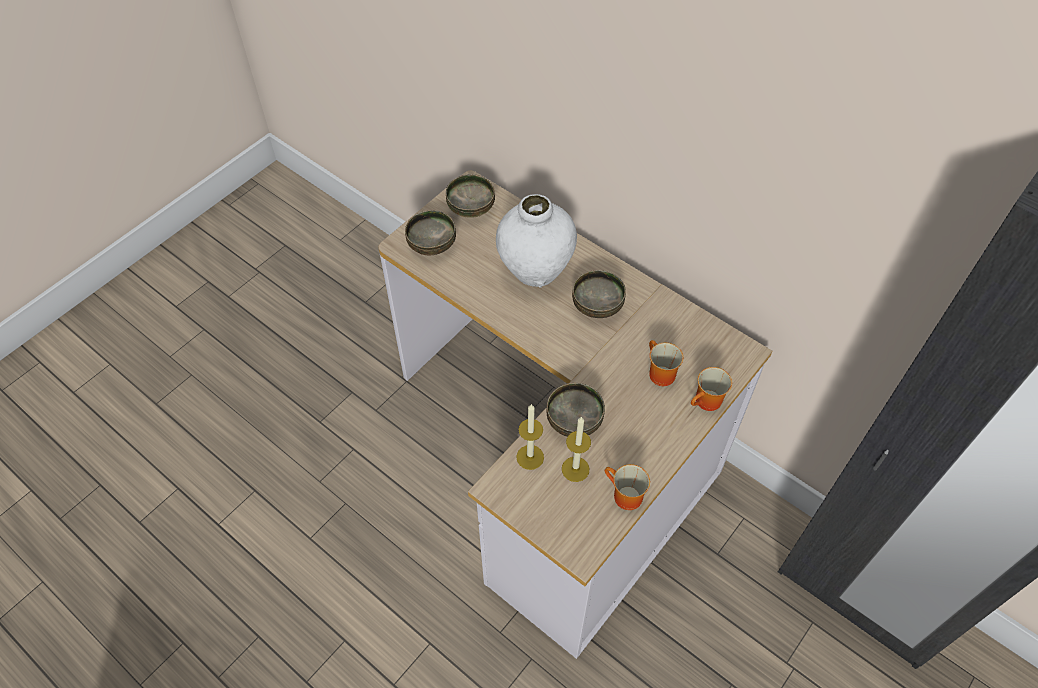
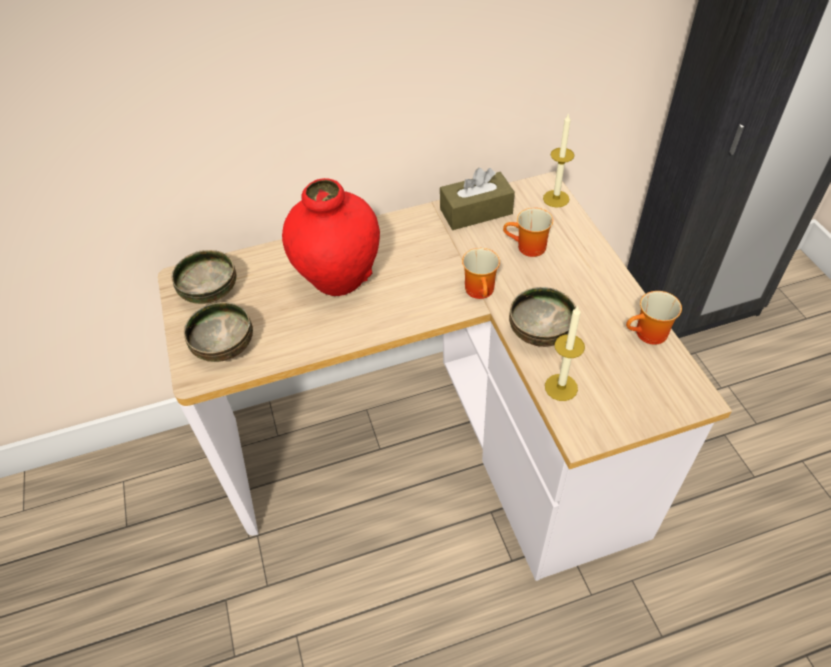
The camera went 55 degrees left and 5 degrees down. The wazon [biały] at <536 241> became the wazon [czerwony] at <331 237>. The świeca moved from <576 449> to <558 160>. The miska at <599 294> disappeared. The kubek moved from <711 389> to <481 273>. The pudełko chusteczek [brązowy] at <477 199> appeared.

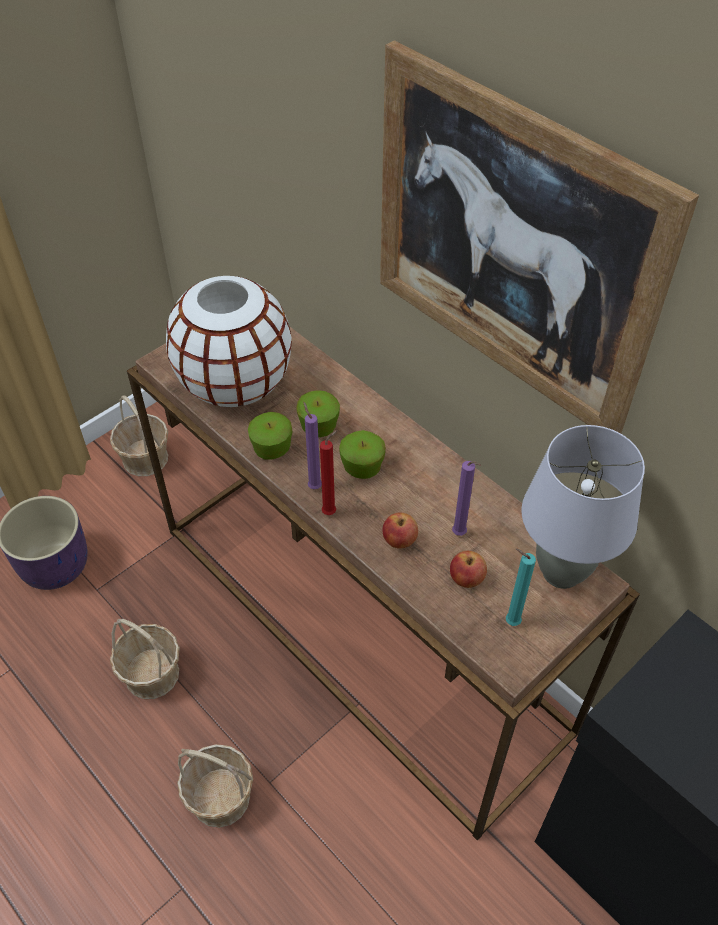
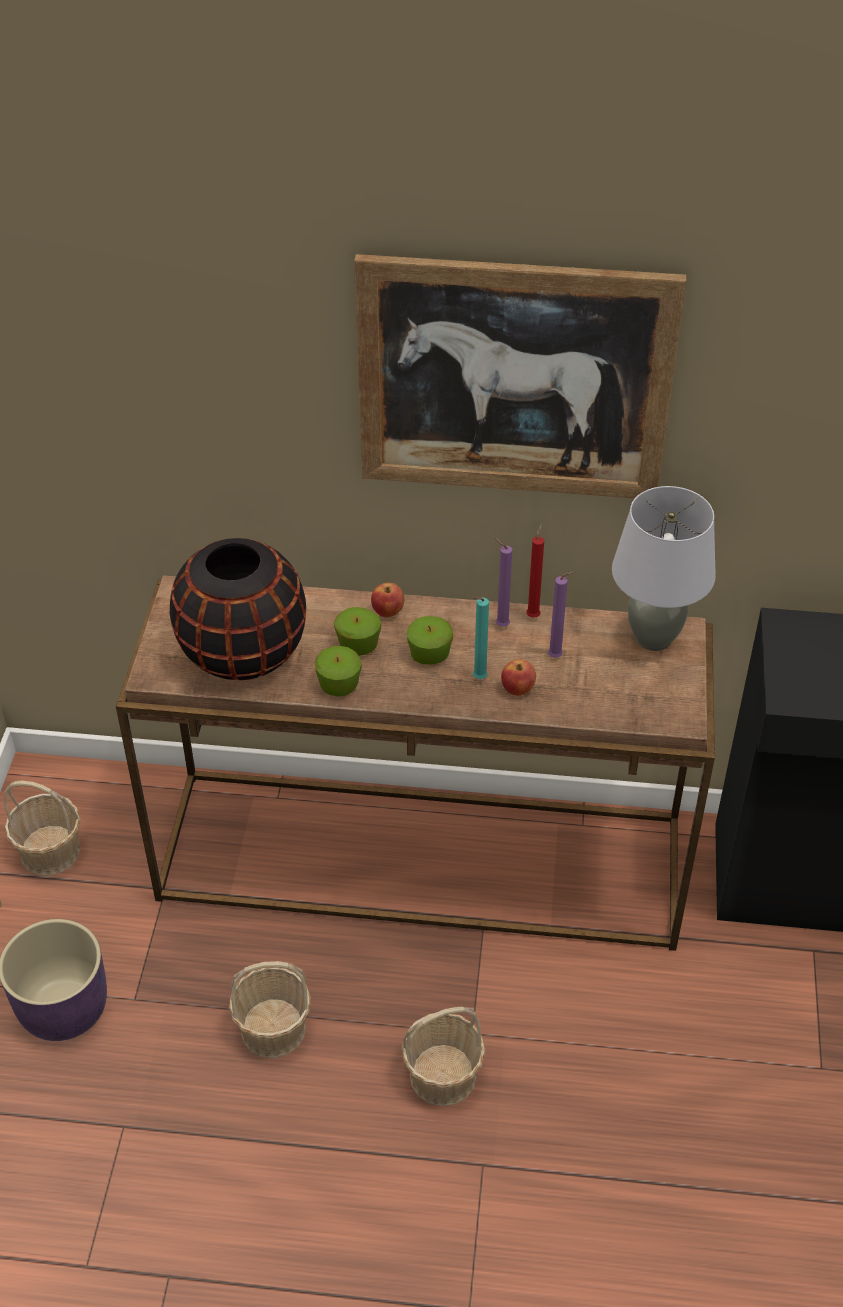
The camera went 40 degrees left and 5 degrees down. The wazon [biały] at <229 341> became the wazon [czarny] at <238 609>. The świeca [fioletowy] moved from <312 445> to <503 582>. The świeca [czerwony] moved from <328 472> to <535 570>. The jabłko moved from <468 569> to <387 600>. The świeca [turkusowy] moved from <521 587> to <480 637>.

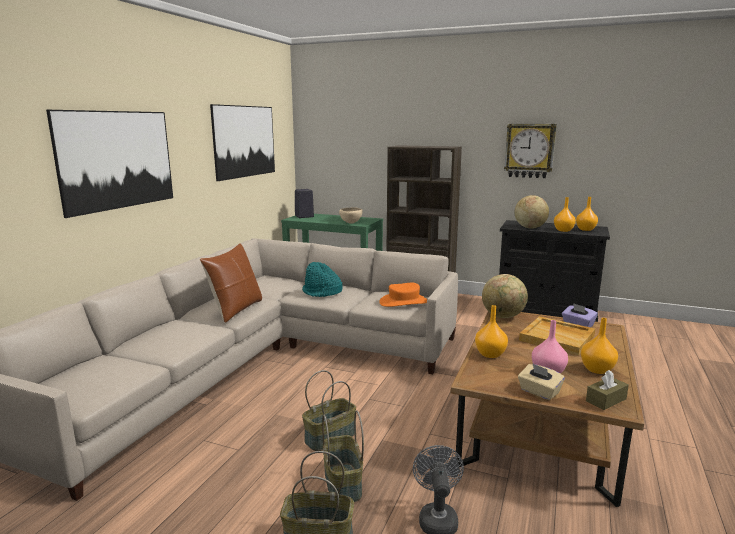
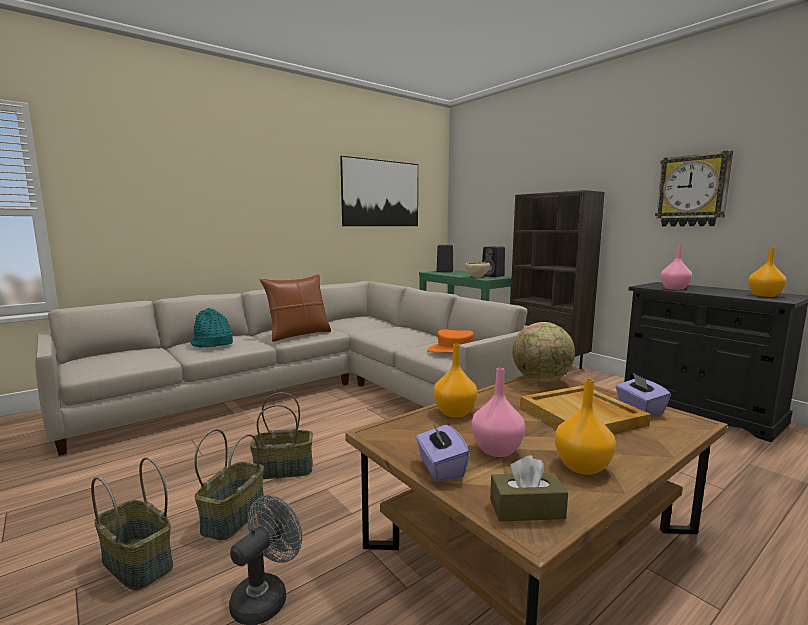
The camera went 30 degrees right and 5 degrees down. The obraz at <109 164> disappeared. The kapelusz [turkusowy] moved from <322 279> to <212 327>. The globus at <531 212> was replaced by the wazon [różowy] at <676 267>. The pudełko chusteczek [beżowy] at <541 381> became the pudełko chusteczek [fioletowy] at <443 452>. The wazon [pomarańczowy] at <565 214> disappeared. The głośnik [czarny] at <493 261> appeared.

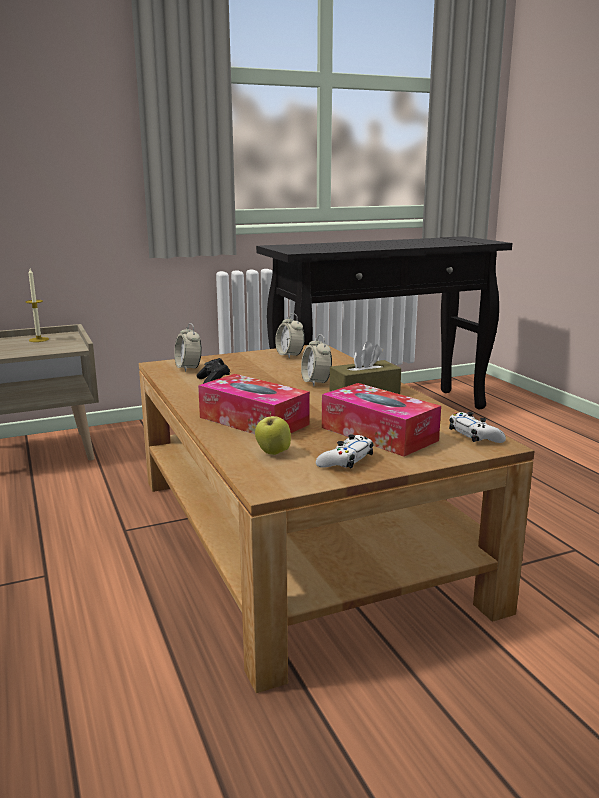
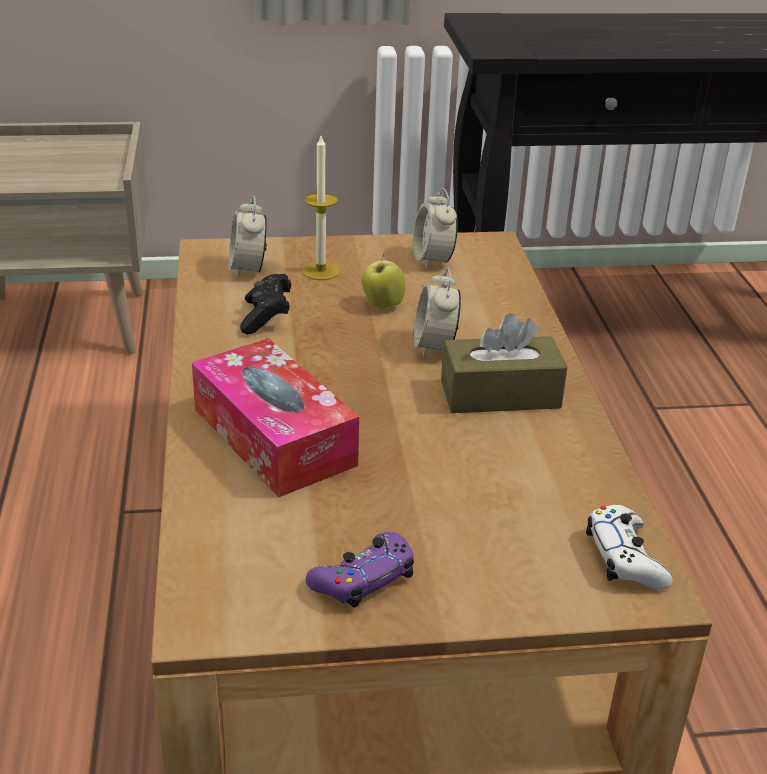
The camera went 15 degrees right and 15 degrees up. The świeca moved from <37 305> to <321 208>. The jabłko moved from <273 433> to <384 282>. The pad do gier [biały] at <344 451> became the pad do gier [fioletowy] at <360 570>. The pudełko chusteczek at <381 420> disappeared.

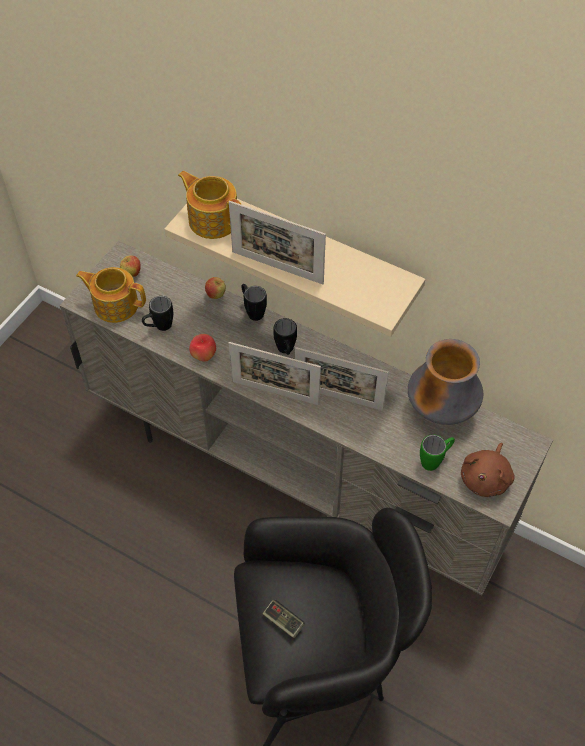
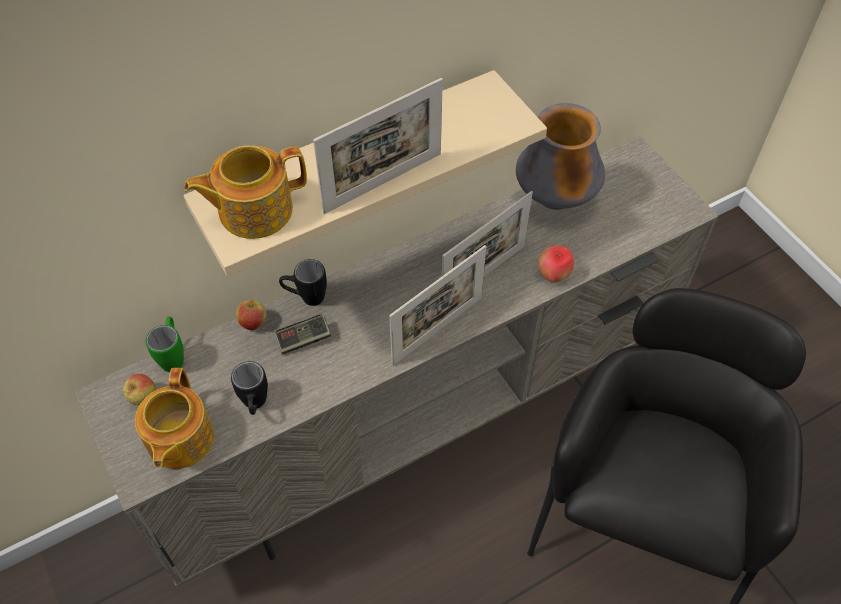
The camera went 60 degrees left and 0 degrees up. The imbryk at <111 295> turned 45 degrees counterclockwise. The jabłko moved from <202 348> to <556 264>. The pad do gier moved from <284 619> to <303 334>. The kubek [czarny] at <285 336> disappeared. The kubek [zielony] moved from <437 453> to <165 344>. The pluszak [brązowy] at <488 470> disappeared.

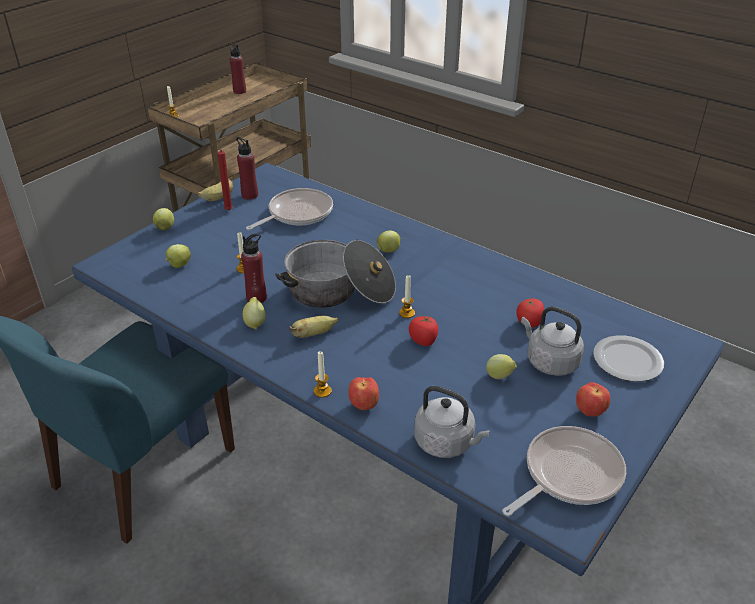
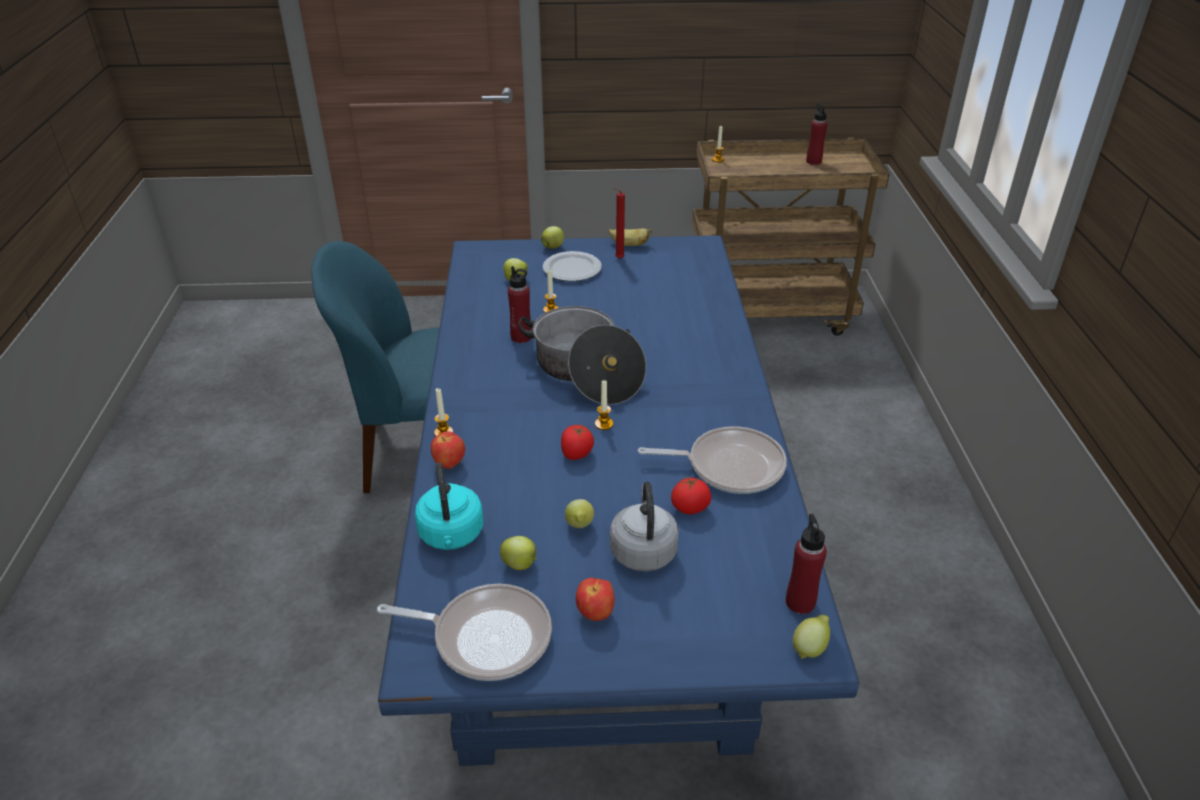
The camera went 50 degrees right and 0 degrees up. The butelka [czerwony] moved from <247 168> to <806 564>. The cytryna moved from <254 313> to <811 637>. The patelnia moved from <289 209> to <712 460>. The banan at <313 327> disappeared. The jabłko moved from <389 241> to <518 553>. The czajnik [szary] at <452 422> became the czajnik [turkusowy] at <449 506>. The talerz moved from <628 358> to <572 266>.

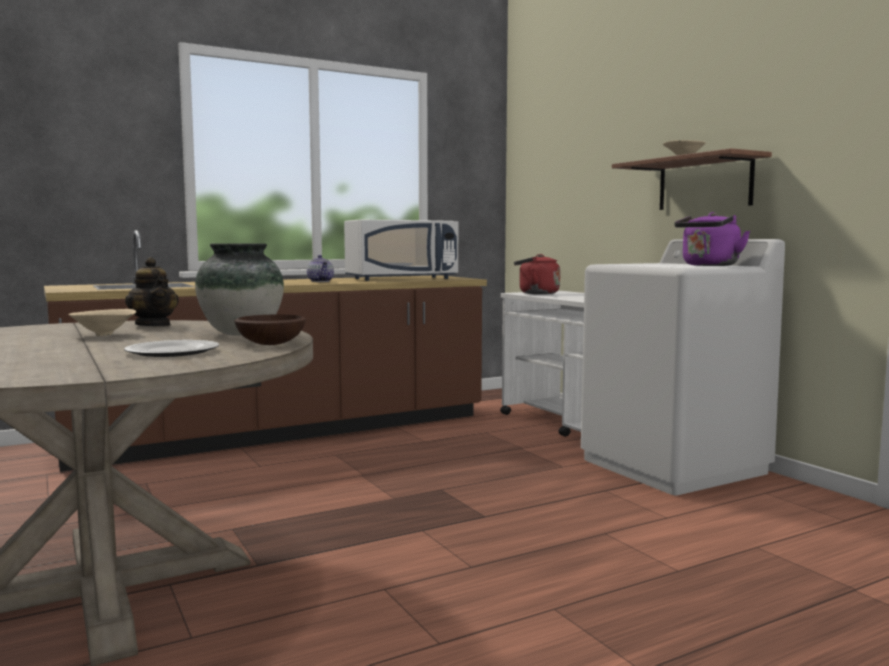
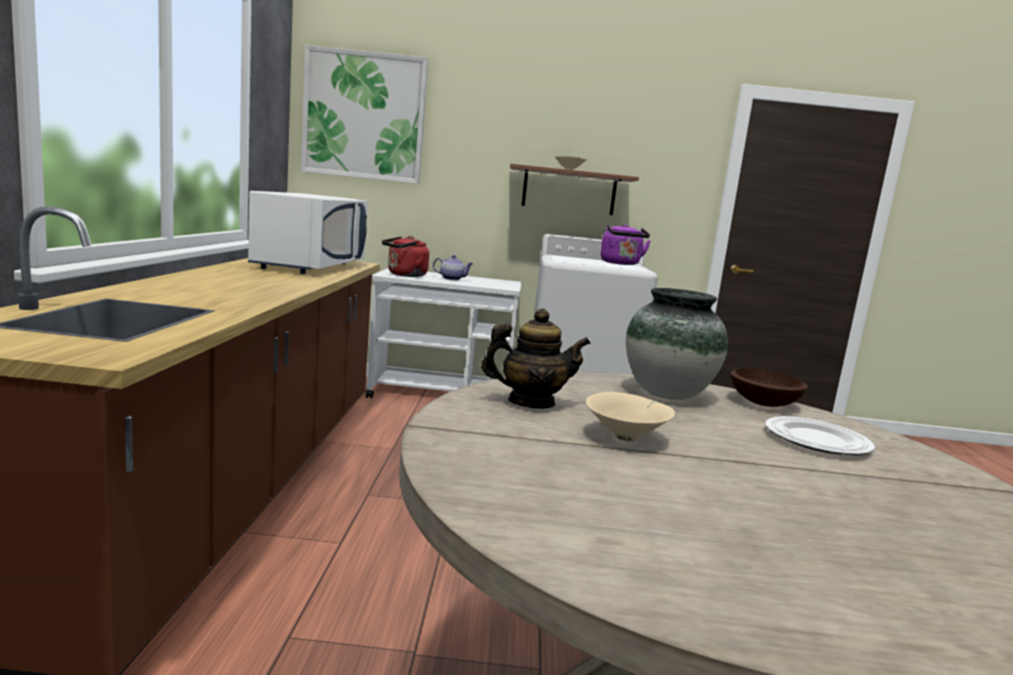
The camera went 60 degrees left and 5 degrees up. The imbryk moved from <320 268> to <453 267>. The obraz at <364 114> appeared.

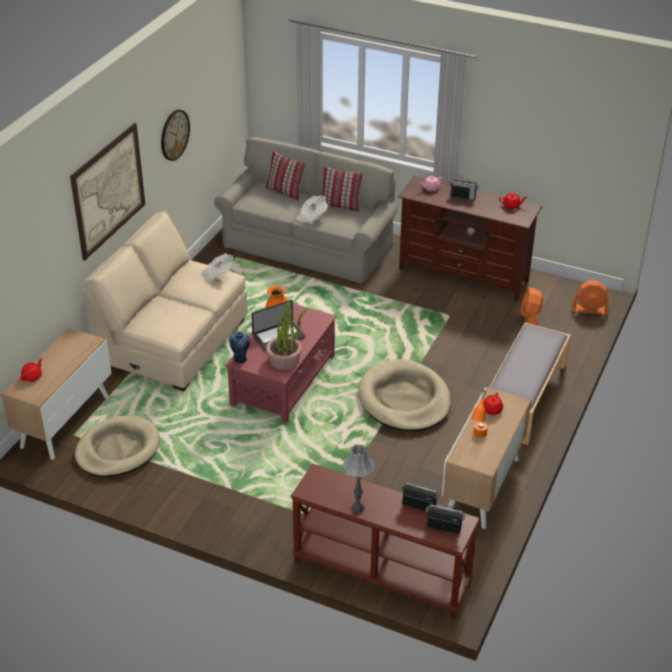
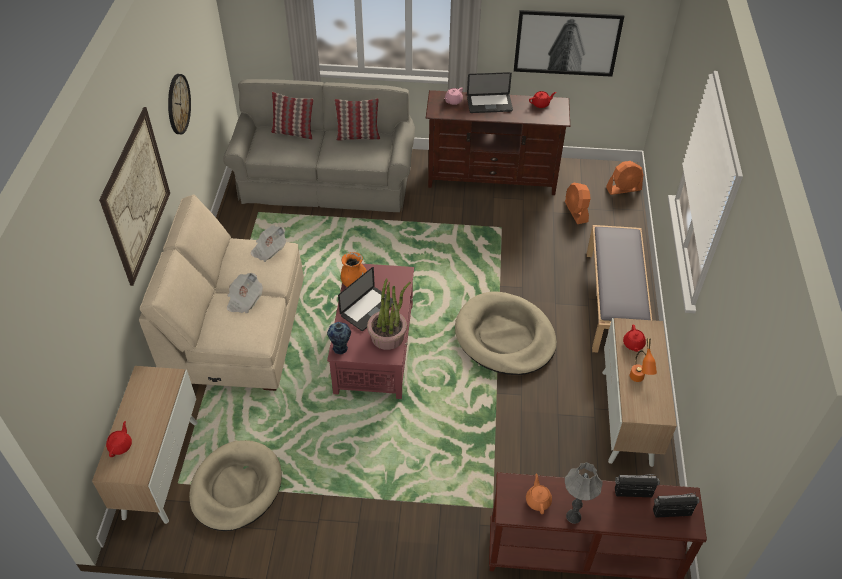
The camera went 20 degrees left and 10 degrees up. The gazeta moved from <312 209> to <245 293>. The radio at <464 187> was replaced by the laptop at <490 92>. The obraz at <569 43> appeared. The imbryk [pomarańczowy] at <539 493> appeared.

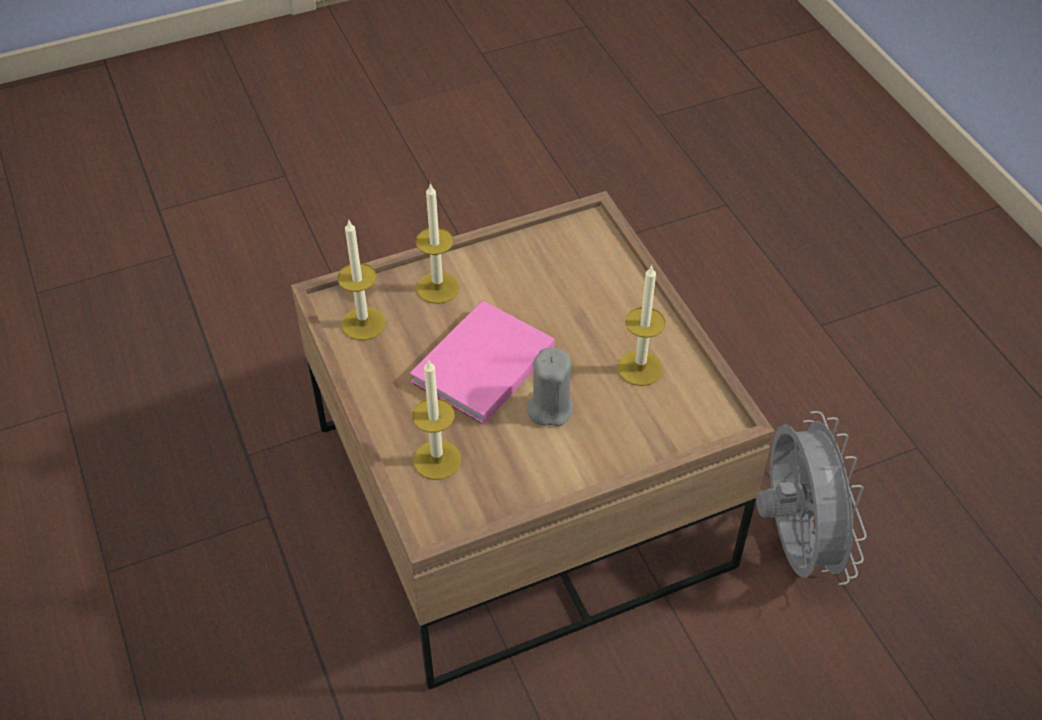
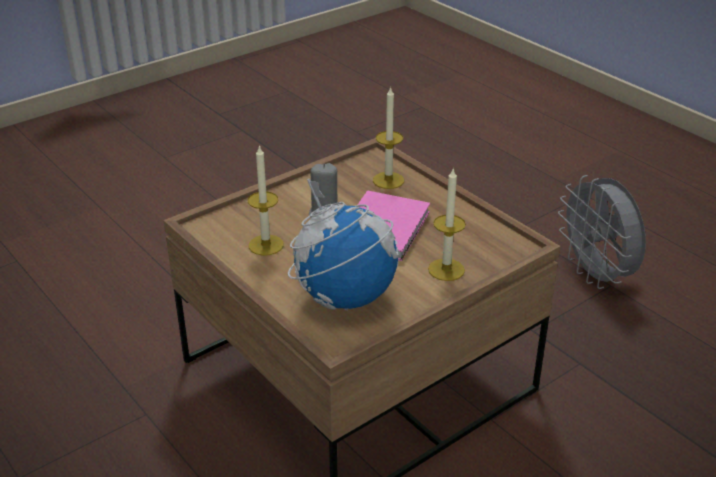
The camera went 165 degrees right and 15 degrees down. The świeca at <361 280> disappeared. The wentylator [szary] moved from <811 498> to <602 232>. The globus at <344 245> appeared.

